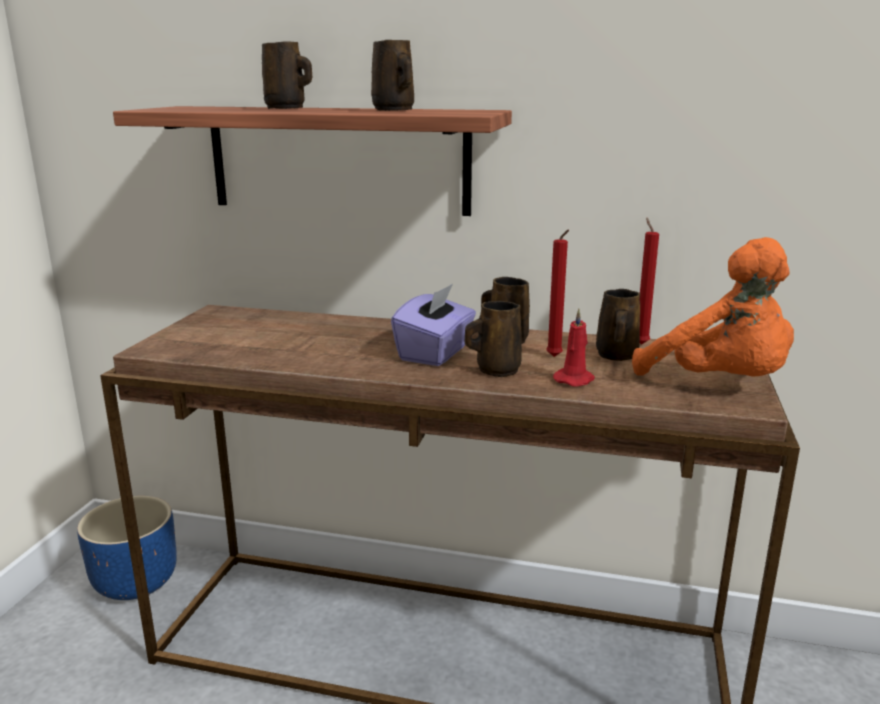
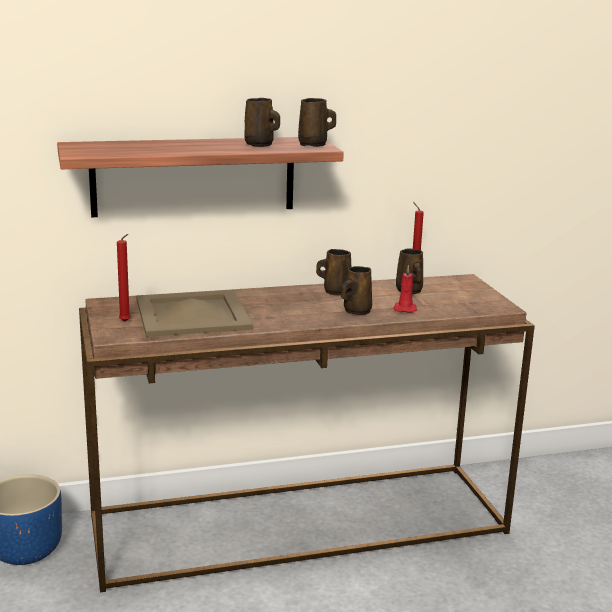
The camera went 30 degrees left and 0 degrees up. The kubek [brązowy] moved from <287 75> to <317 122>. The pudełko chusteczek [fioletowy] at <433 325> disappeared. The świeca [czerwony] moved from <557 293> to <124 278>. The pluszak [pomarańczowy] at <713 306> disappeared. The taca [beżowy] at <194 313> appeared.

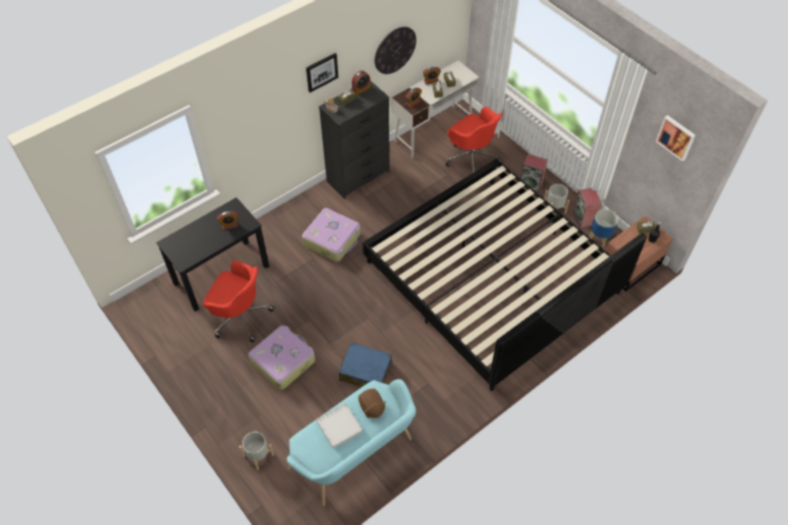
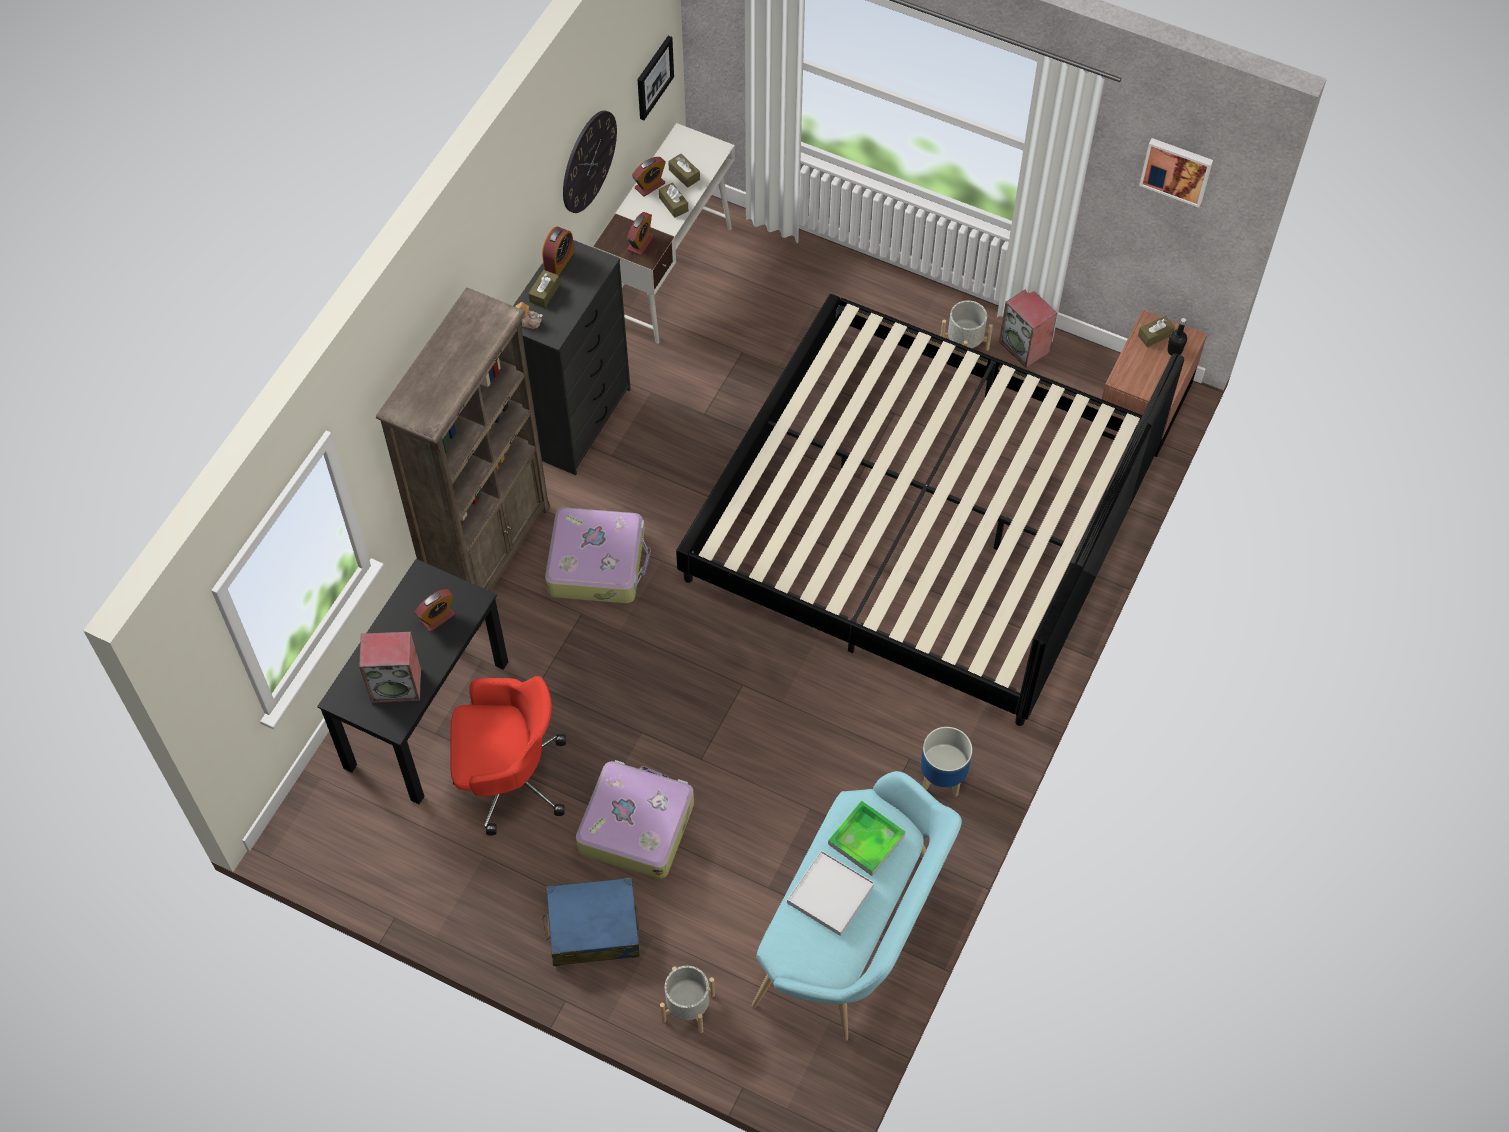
The camera went 25 degrees left and 5 degrees up. The obraz moved from <322 73> to <655 78>. The walizka [niebieski] moved from <365 364> to <591 922>. The pluszak [brązowy] at <372 403> was replaced by the taca at <867 838>. The krzesło biurowe [czerwony] at <474 139> disappeared. The głośnik moved from <534 173> to <390 667>. The donica moved from <604 227> to <946 762>. The regał [brązowy] at <463 440> appeared.

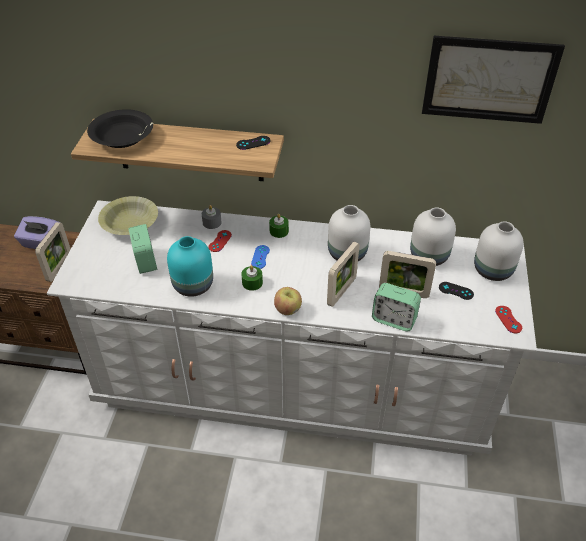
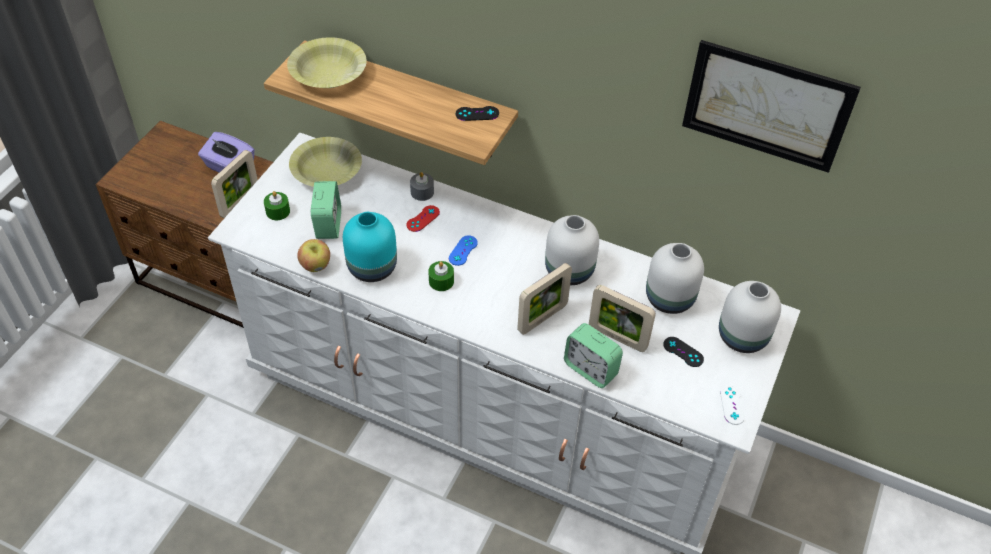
The camera went 15 degrees right and 5 degrees up. The miska [czarny] at <120 128> became the miska [żółty] at <327 62>. The świeca [zielony] moved from <279 226> to <277 205>. The jabłko moved from <288 301> to <313 255>. The pad do gier [czerwony] at <508 319> became the pad do gier [biały] at <732 405>.

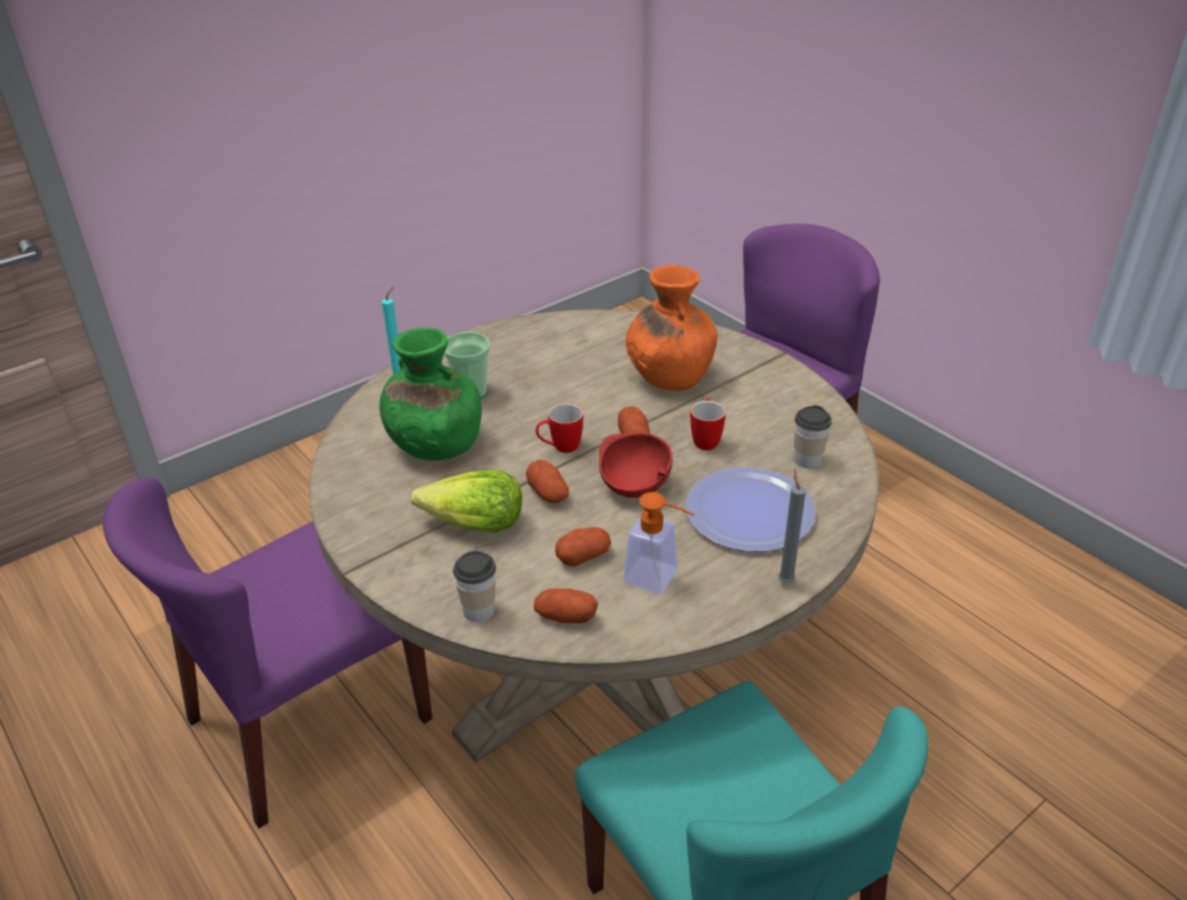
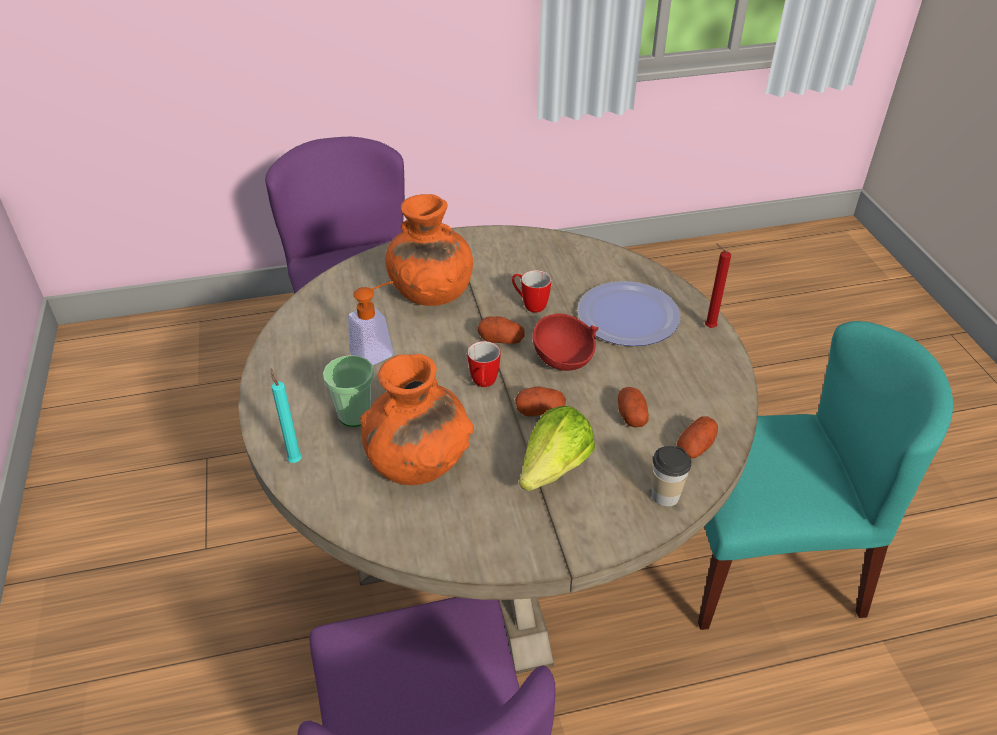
The camera went 65 degrees left and 5 degrees up. The wazon [zielony] at <430 394> became the wazon [pomarańczowy] at <417 419>. The dozownik mydła moved from <658 543> to <371 323>. The świeca [szary] at <792 526> became the świeca [czerwony] at <718 286>. The filiżanka at <813 436> disappeared.

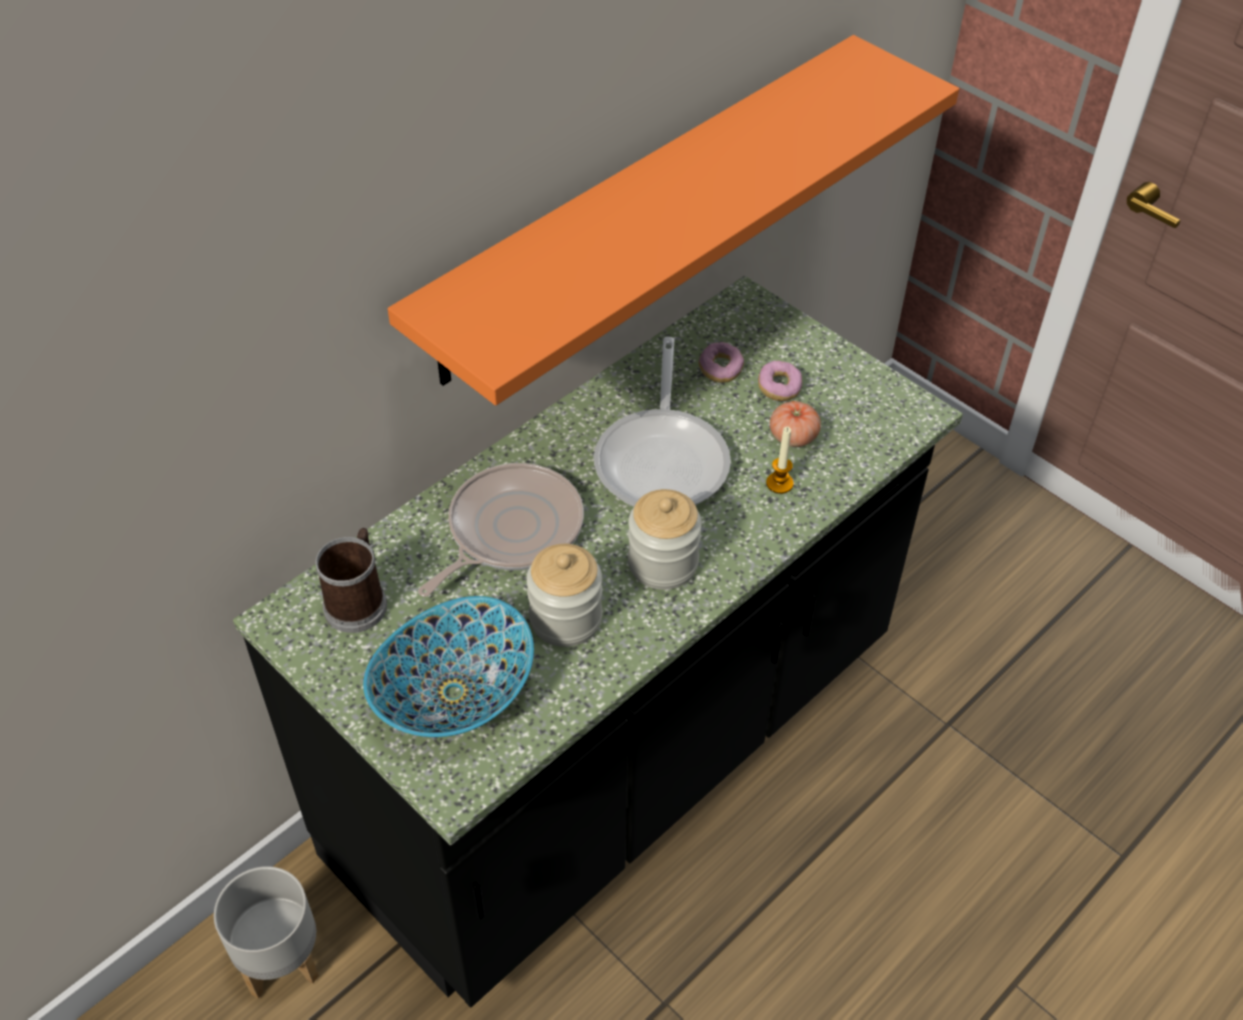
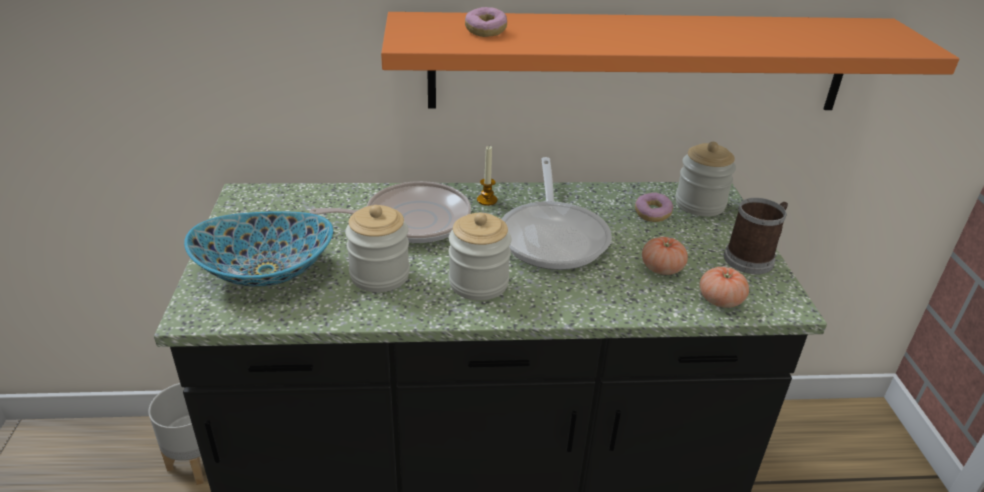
The camera went 40 degrees right and 15 degrees down. The kubek moved from <351 580> to <756 236>. The patelnia at <662 422> turned 45 degrees counterclockwise. The donut moved from <780 381> to <486 22>. The świeca moved from <780 460> to <487 176>. The słoik at <706 179> appeared. The pomidor at <724 287> appeared.

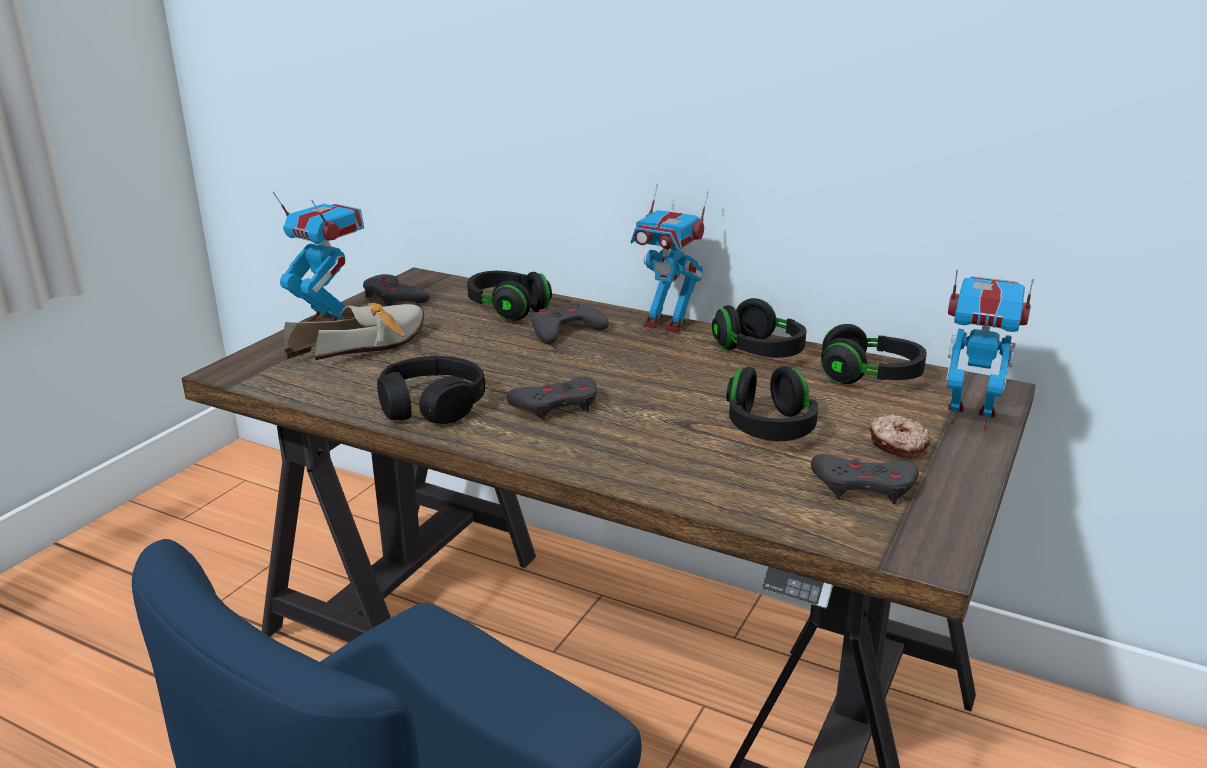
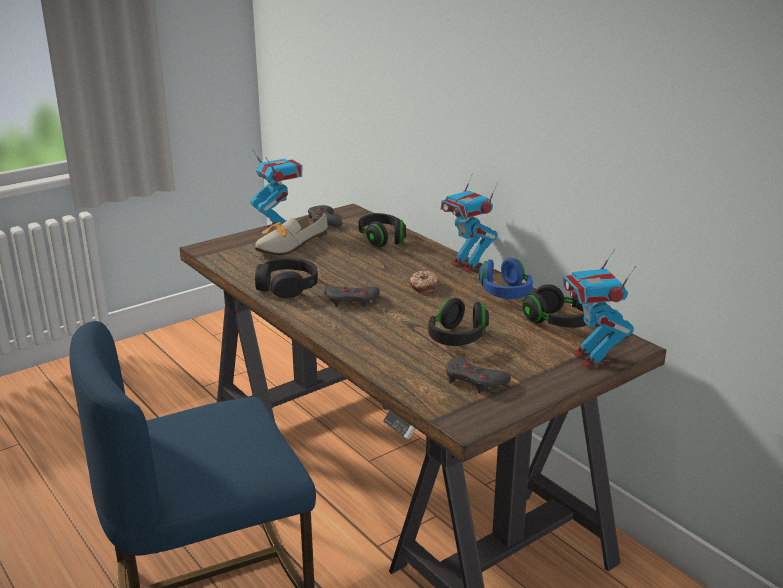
The camera went 25 degrees right and 0 degrees up. The but at <354 331> turned 150 degrees clockwise. The pad do gier [szary] at <570 323> disappeared. The słuchawki [czarny] at <759 328> became the słuchawki [niebieski] at <506 278>. The donut moved from <899 437> to <424 282>. The robot zabawkowy at <990 350> turned 150 degrees counterclockwise.

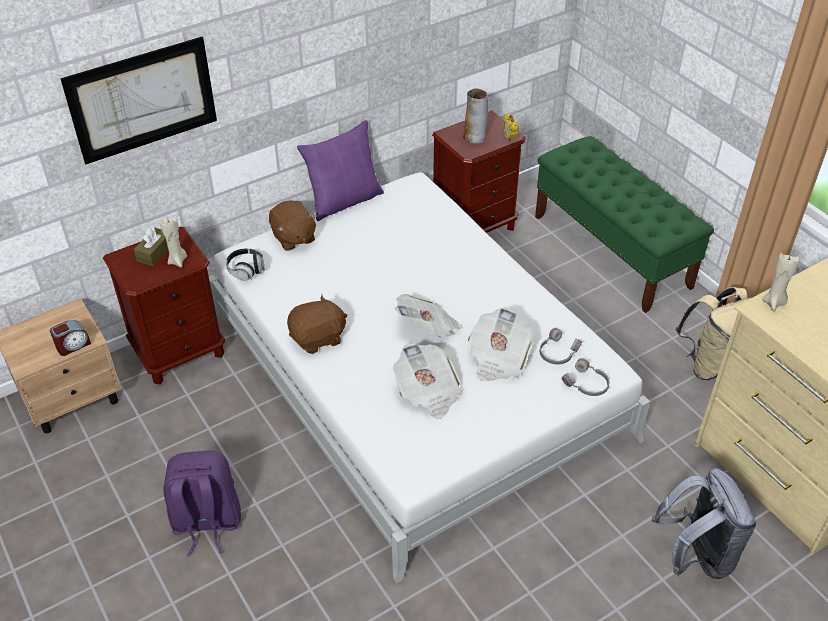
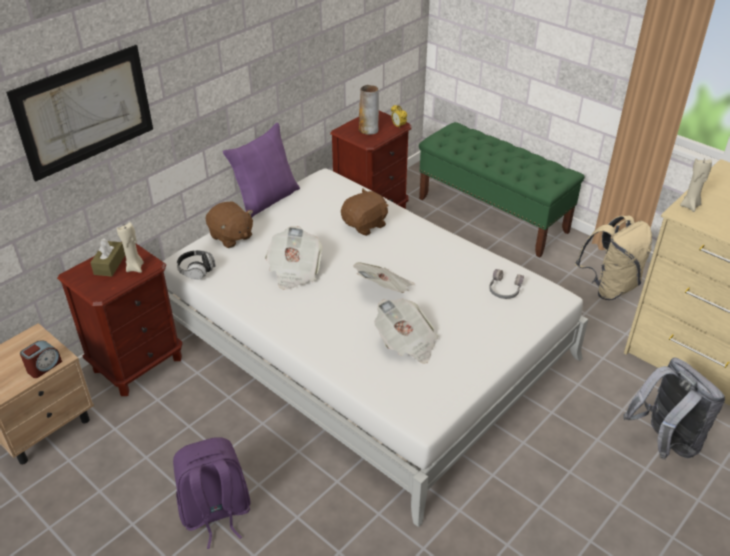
The camera went 15 degrees left and 5 degrees down. The pluszak [brązowy] moved from <317 324> to <364 212>. The gazeta moved from <501 344> to <294 258>. The słuchawki [szary] at <585 377> disappeared.

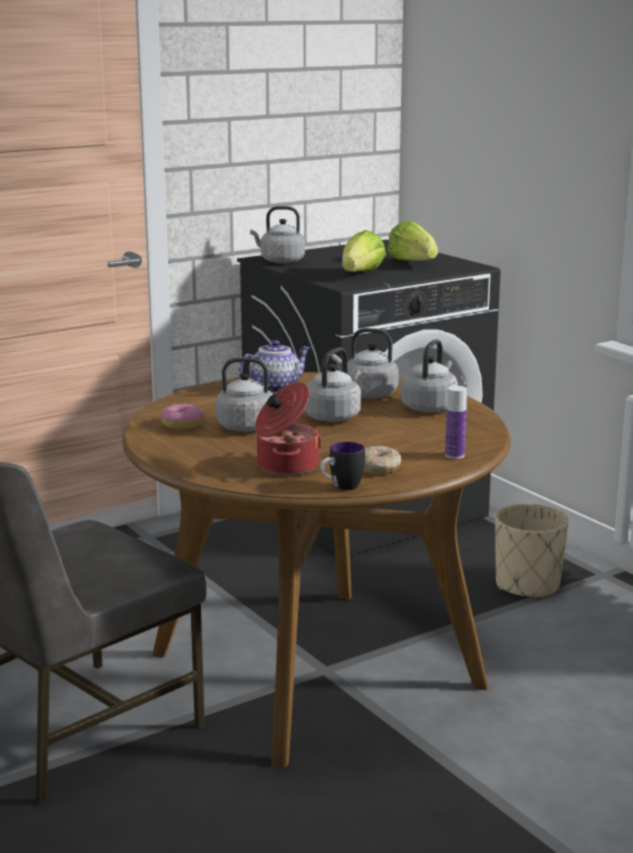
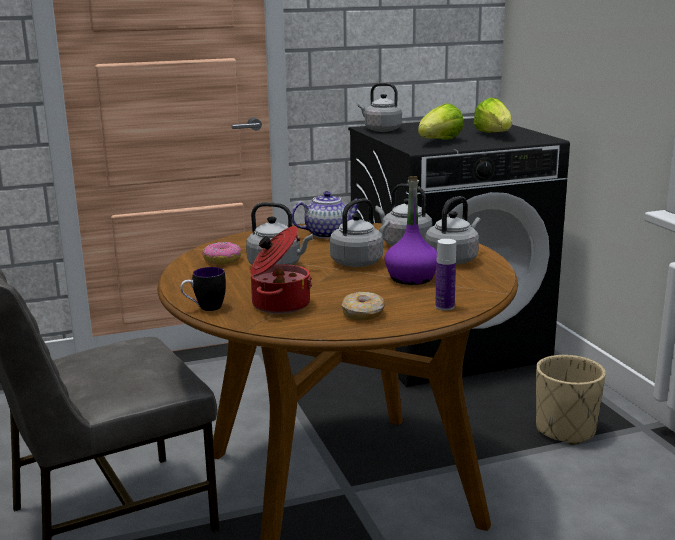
The camera went 15 degrees right and 0 degrees up. The kubek moved from <343 466> to <203 289>. The butelka [fioletowy] at <411 230> appeared.

